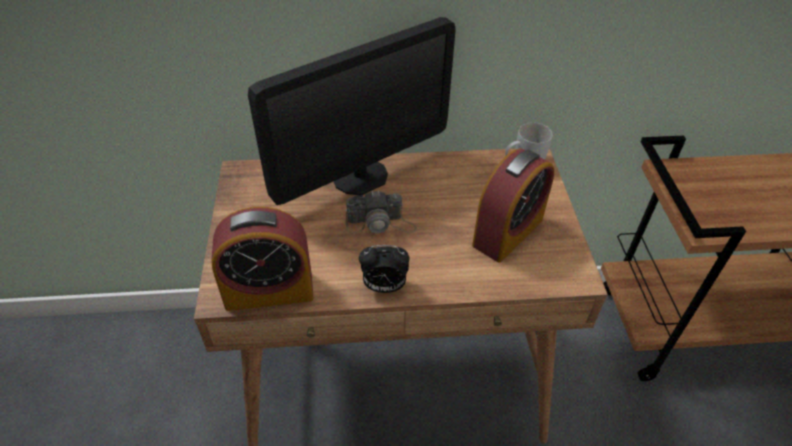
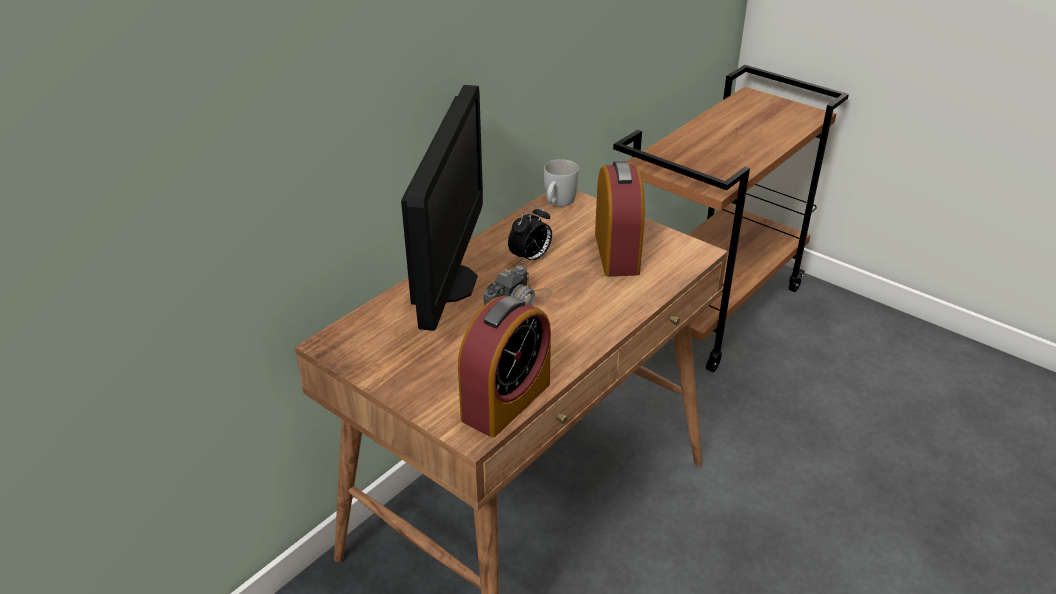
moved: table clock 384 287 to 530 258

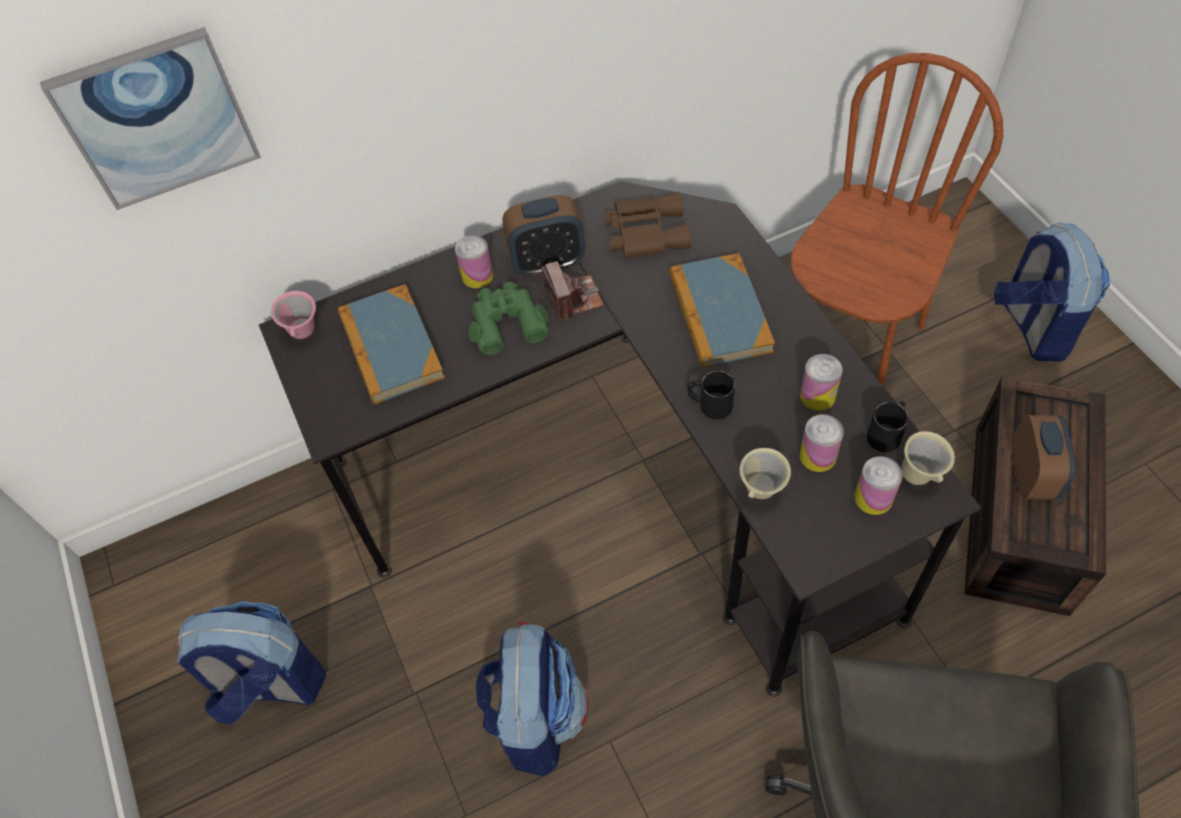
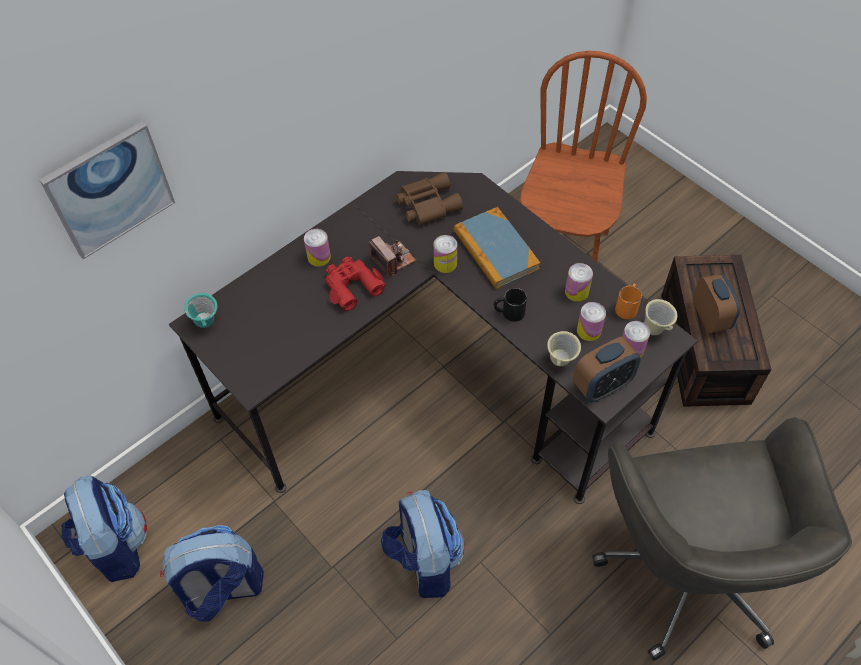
removed: book 391 347
added: metal can 445 263
moved: knapsack 1032 327 to 115 545; table clock 547 261 to 602 385
recoloured: pink-coloured mug 305 334 to blue-green mug 207 323; green-coloured pair of binoculars 506 323 to reddish pair of binoculars 352 286; black mug 887 432 to orange-coloured mug 627 306

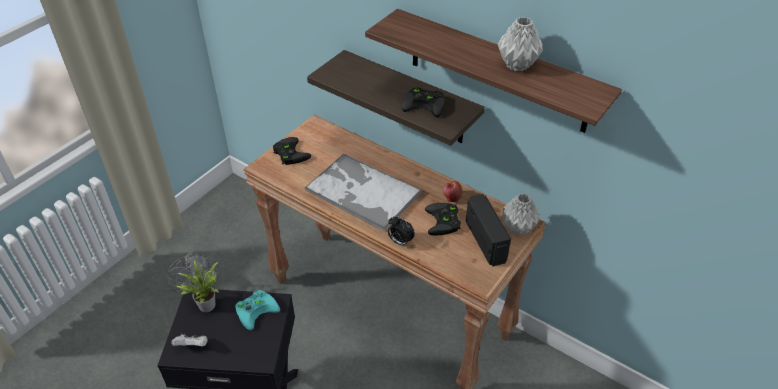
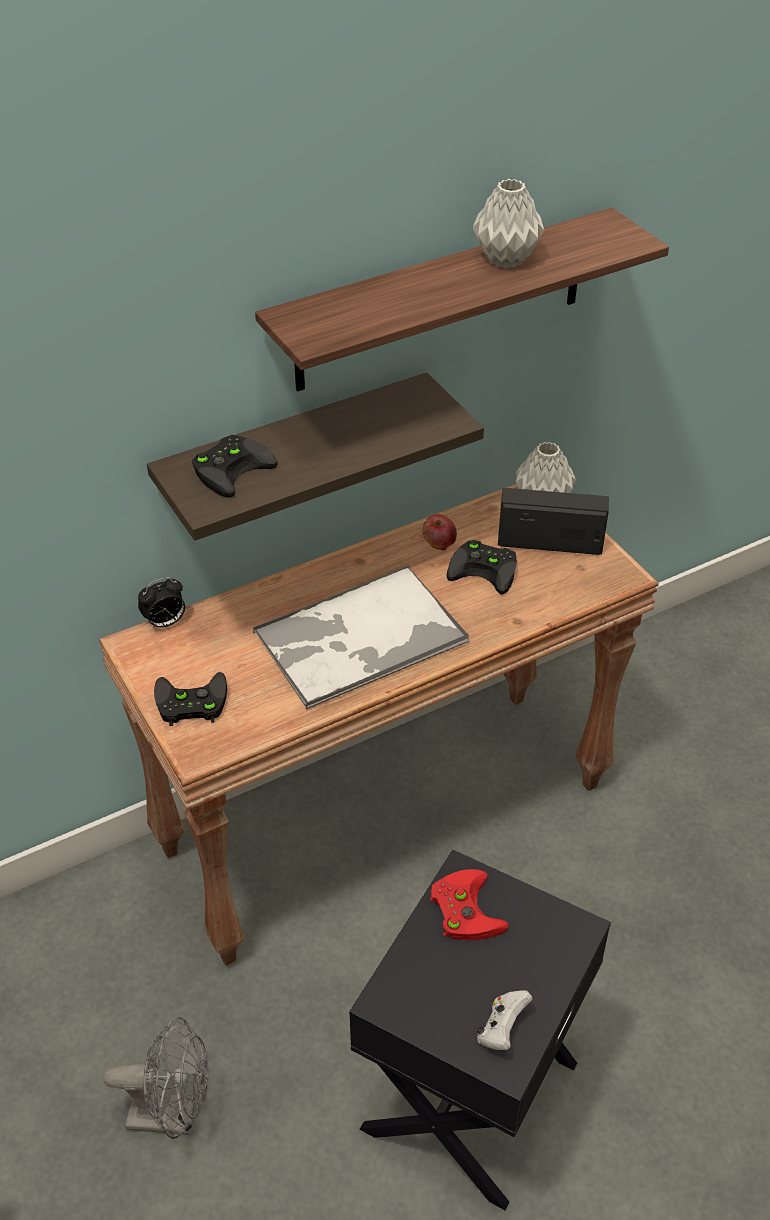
removed: potted plant 205 304
moved: table clock 400 241 to 165 623; black game controller 425 104 to 232 467
recoloured: blue-green game controller 256 309 to reddish game controller 463 908

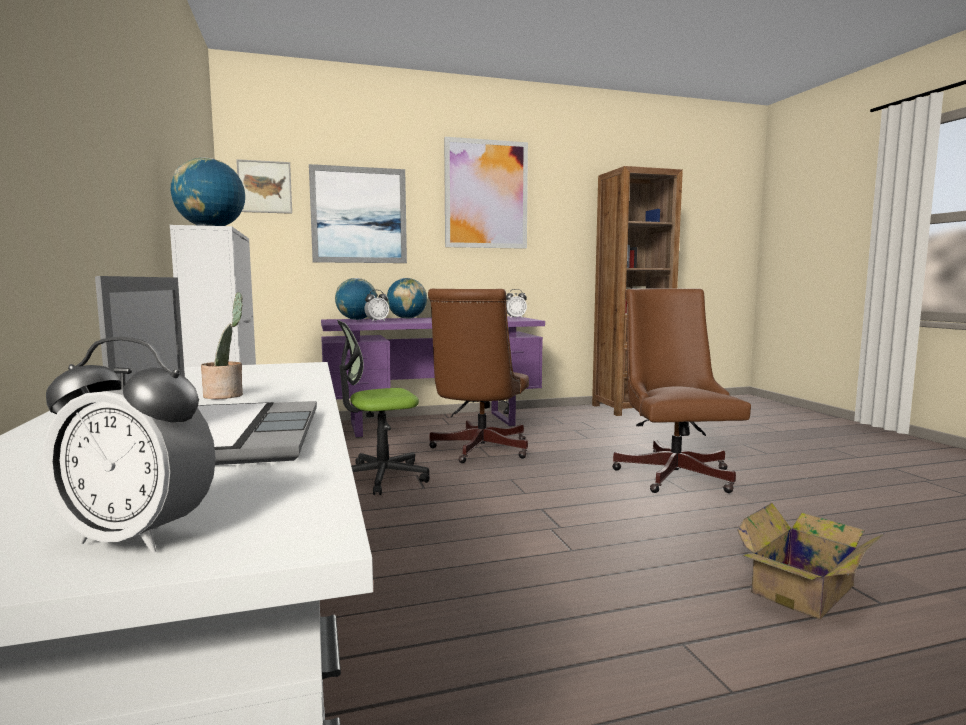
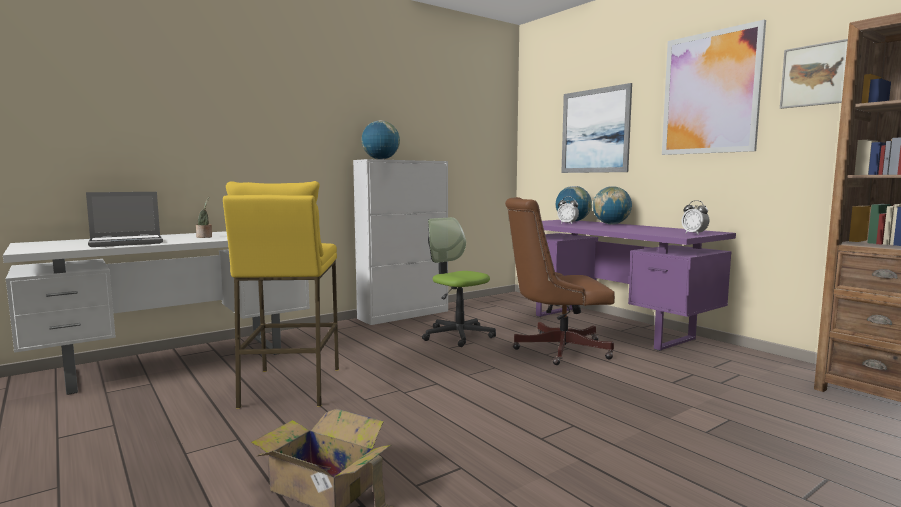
removed: table clock 137 537; brown office chair 673 473
added: yellow stool seat 290 387
moved: wall picture 264 187 to 815 75

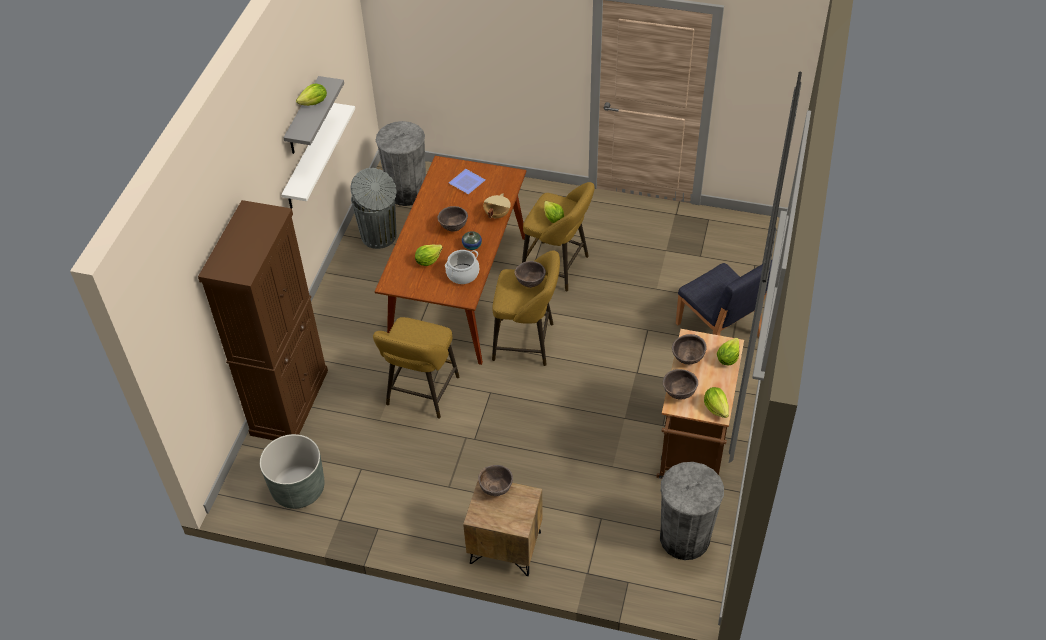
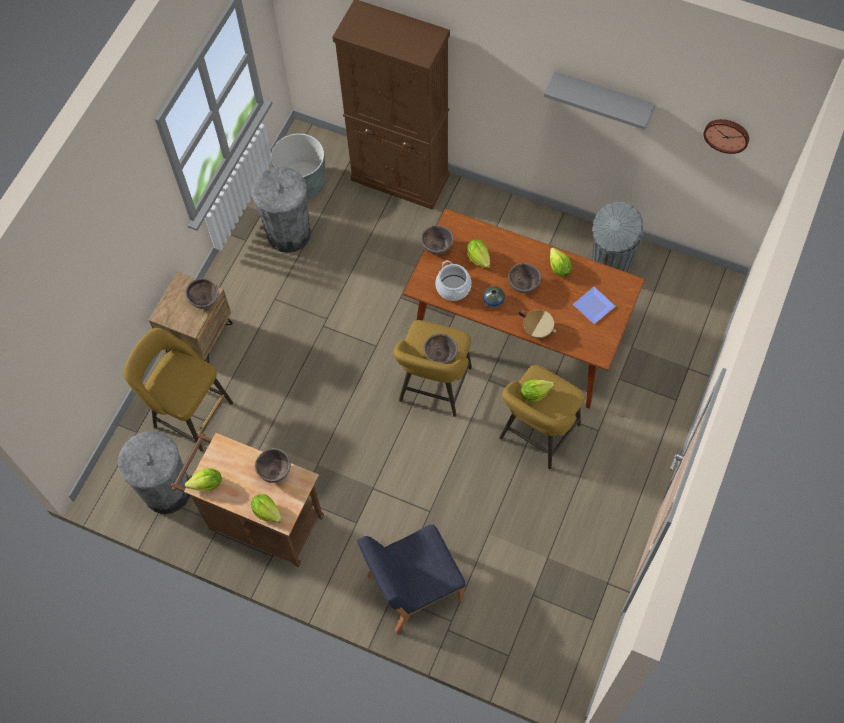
removed: whitish shelf 309 158
added: wall clock 727 134
moved: yellow stool seat 421 394 to 189 413; grey trash can 407 192 to 289 233; brown serving bowl 679 394 to 437 248; lettuce head 314 103 to 559 268

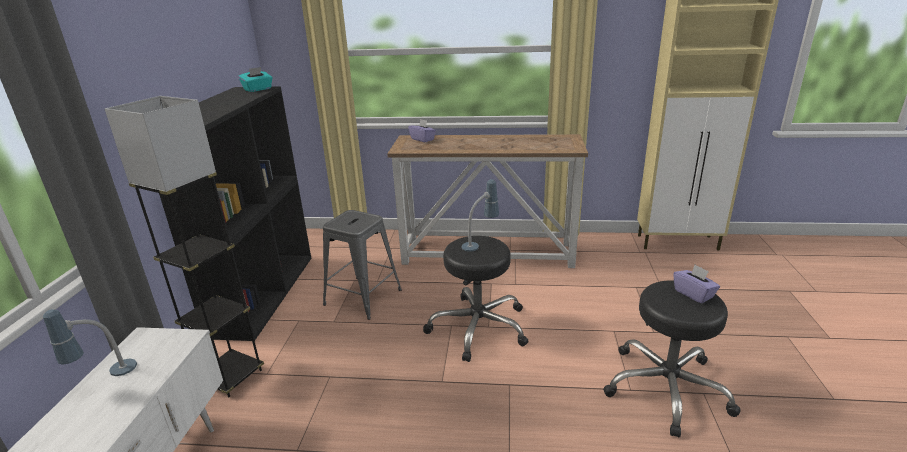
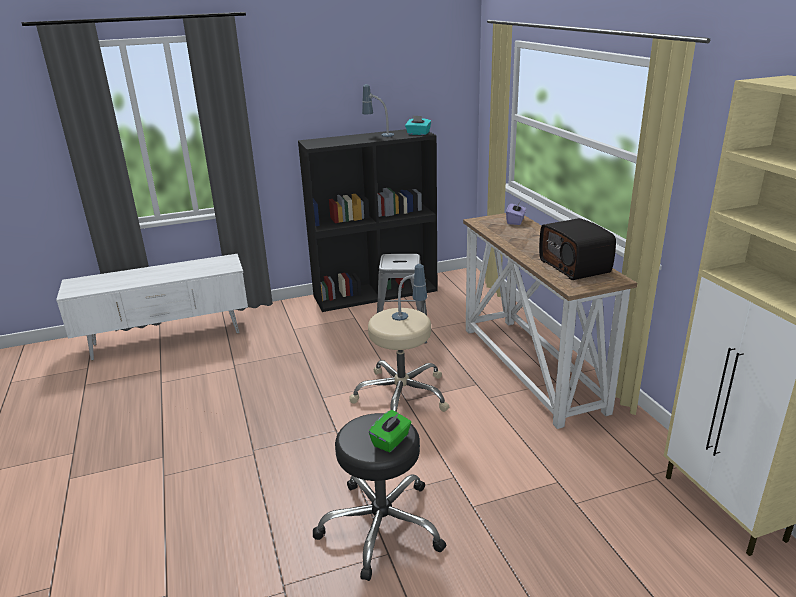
removed: grey floor lamp 231 376
added: radio 575 266
moved: lamp for a table 106 378 to 378 135
recoloured: black stool seat 478 327 to beige-coloured stool seat 401 396; purple-coloured tissue box 693 294 to green-coloured tissue box 391 441

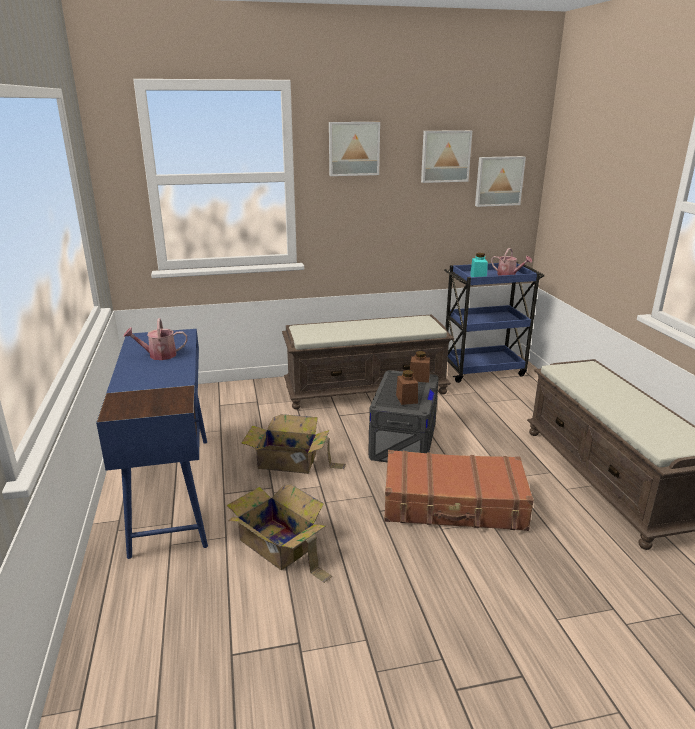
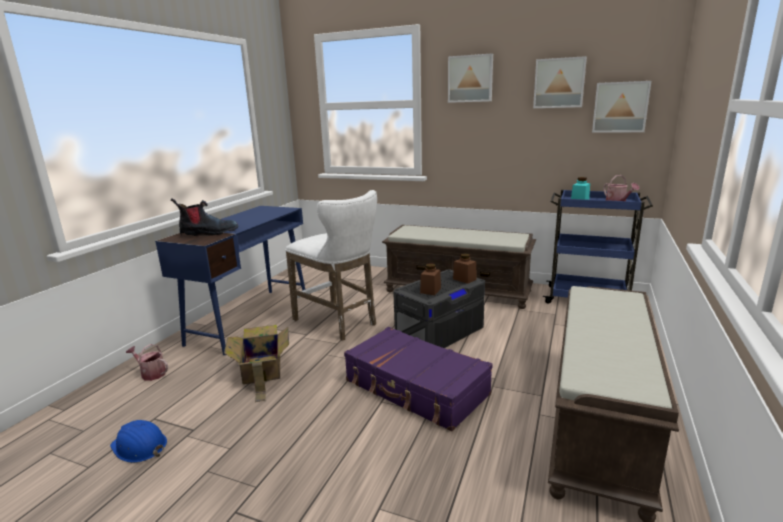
added: blue-coloured safety helmet 139 446; tall boot 208 233
moved: watering pot 158 355 to 151 373
replaced: cardboard box 290 462 to whitish stool seat 338 323
recoloured: brown suitcase 454 504 to purple-coloured suitcase 416 388

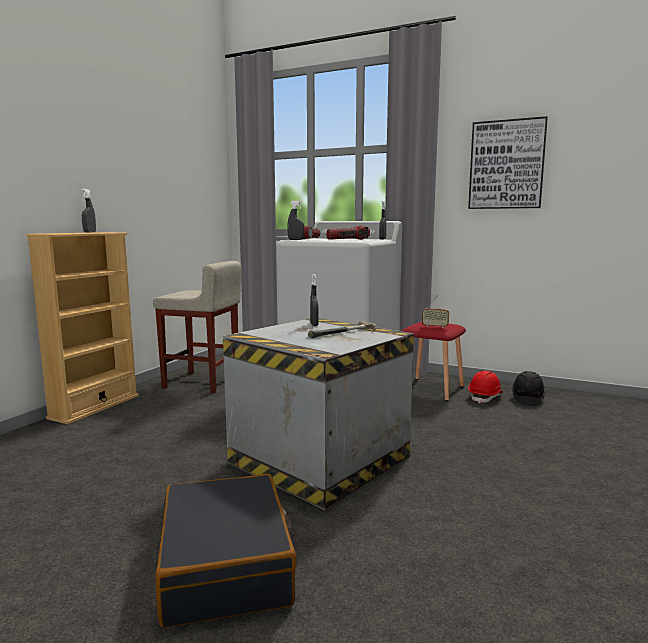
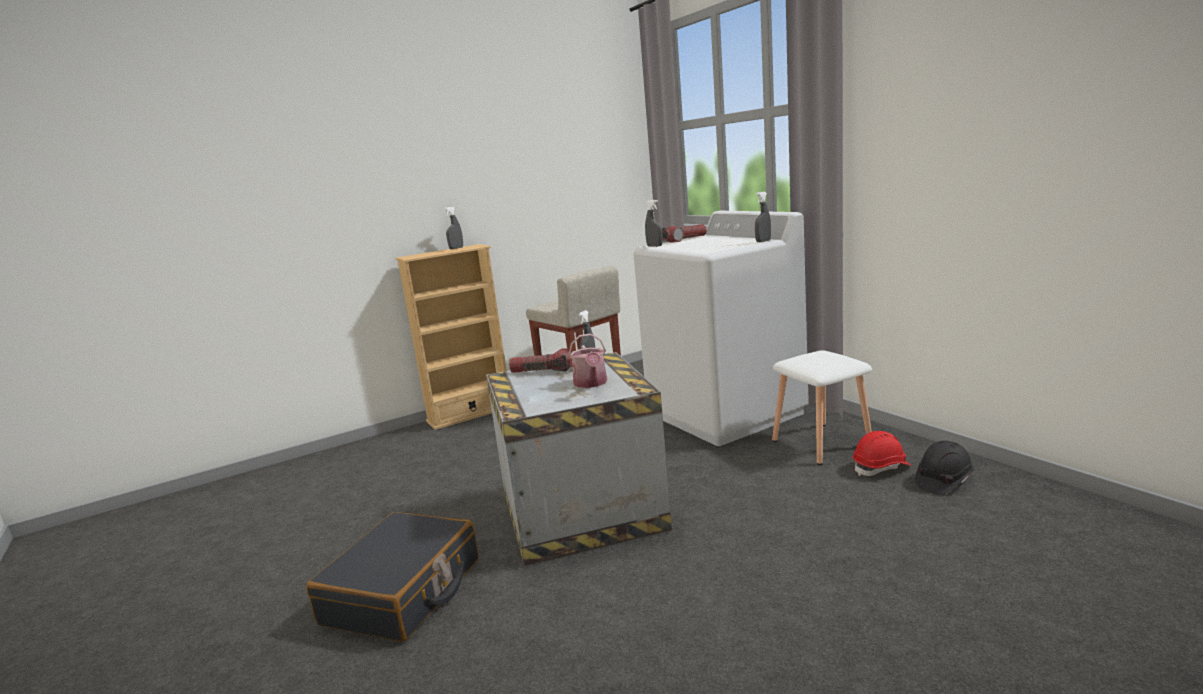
removed: radio 435 326; wall picture 506 165
moved: hand torch 348 240 to 543 371
replaced: tool hammer 345 333 to watering pot 591 383
recoloured: reddish stool seat 432 389 to whitish stool seat 823 443

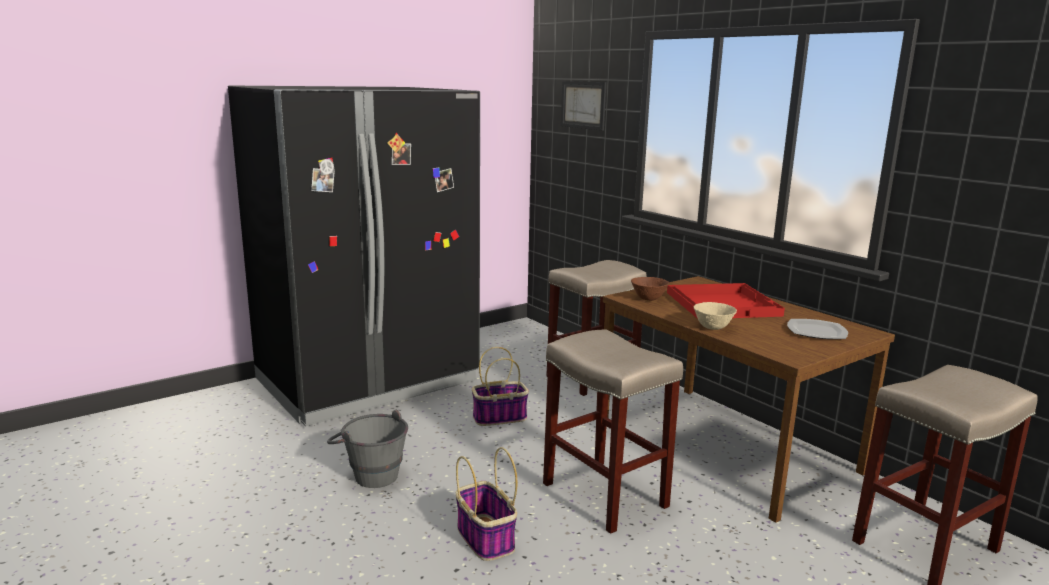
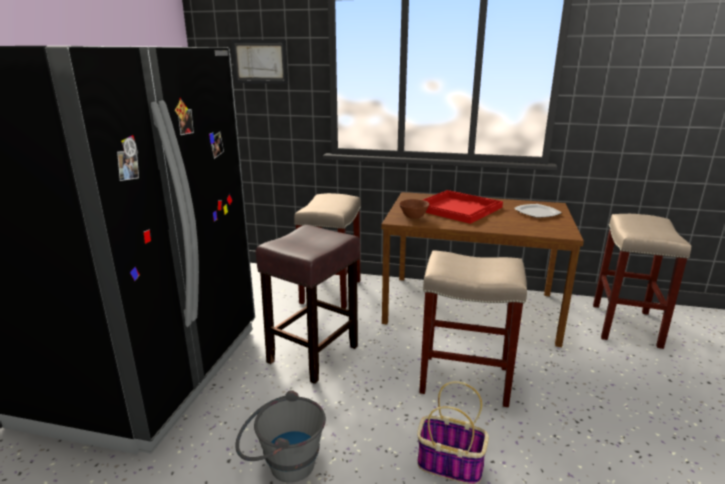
removed: beige-coloured serving bowl 713 328
replaced: basket 500 417 to brown stool seat 314 353

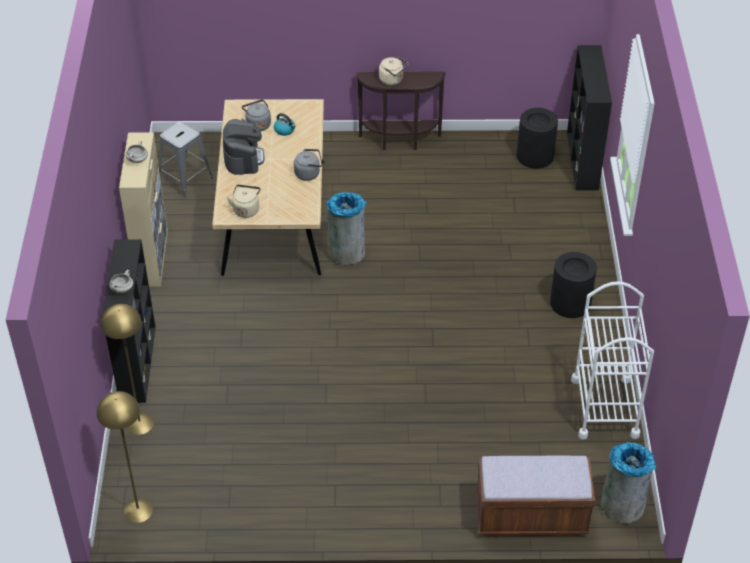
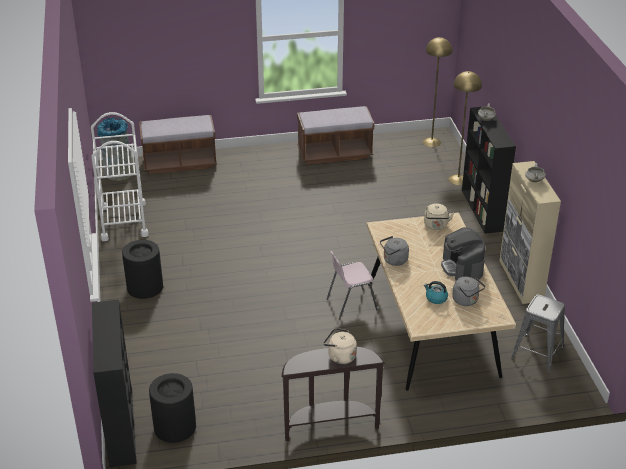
added: brown bench 334 153
replaced: grey trash can 347 253 to pink-coloured upright chair 350 304

